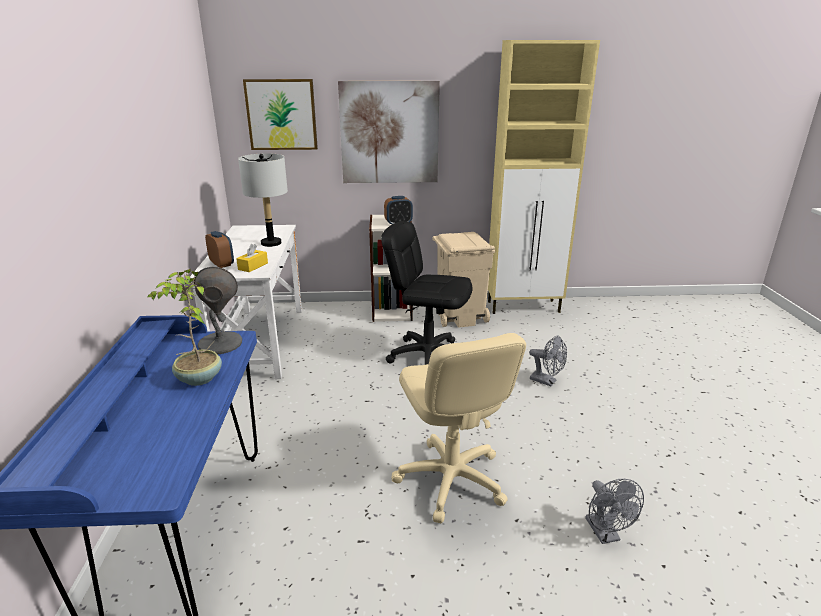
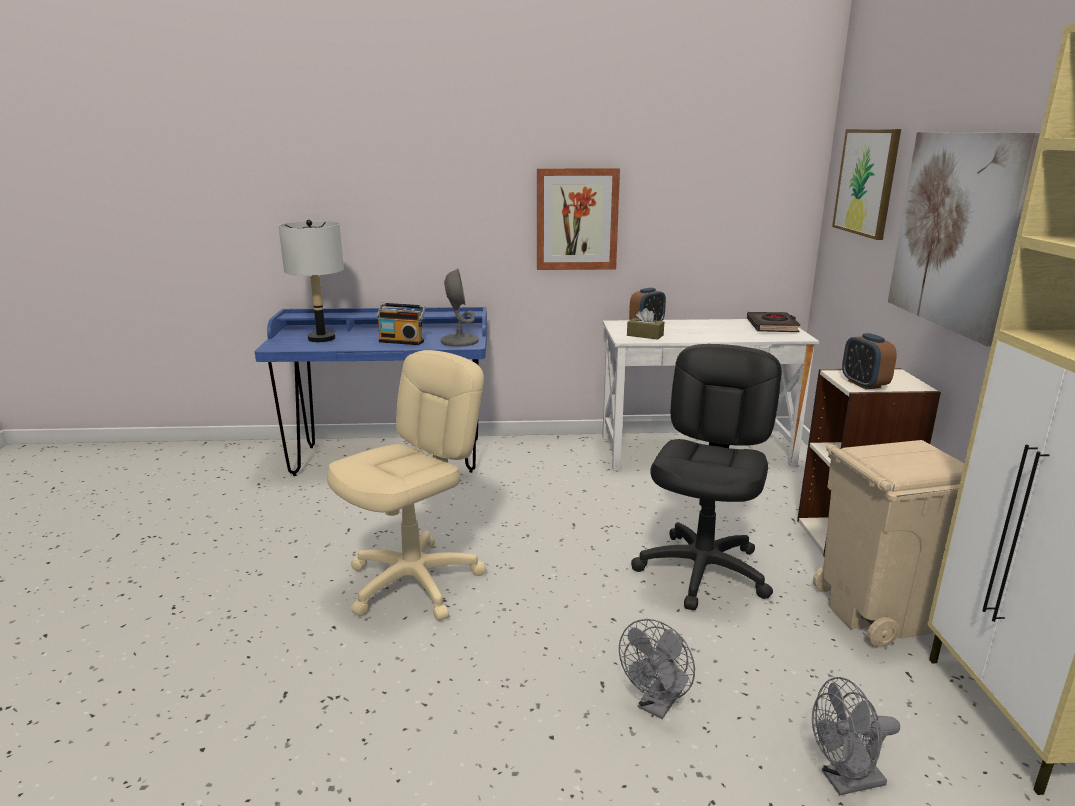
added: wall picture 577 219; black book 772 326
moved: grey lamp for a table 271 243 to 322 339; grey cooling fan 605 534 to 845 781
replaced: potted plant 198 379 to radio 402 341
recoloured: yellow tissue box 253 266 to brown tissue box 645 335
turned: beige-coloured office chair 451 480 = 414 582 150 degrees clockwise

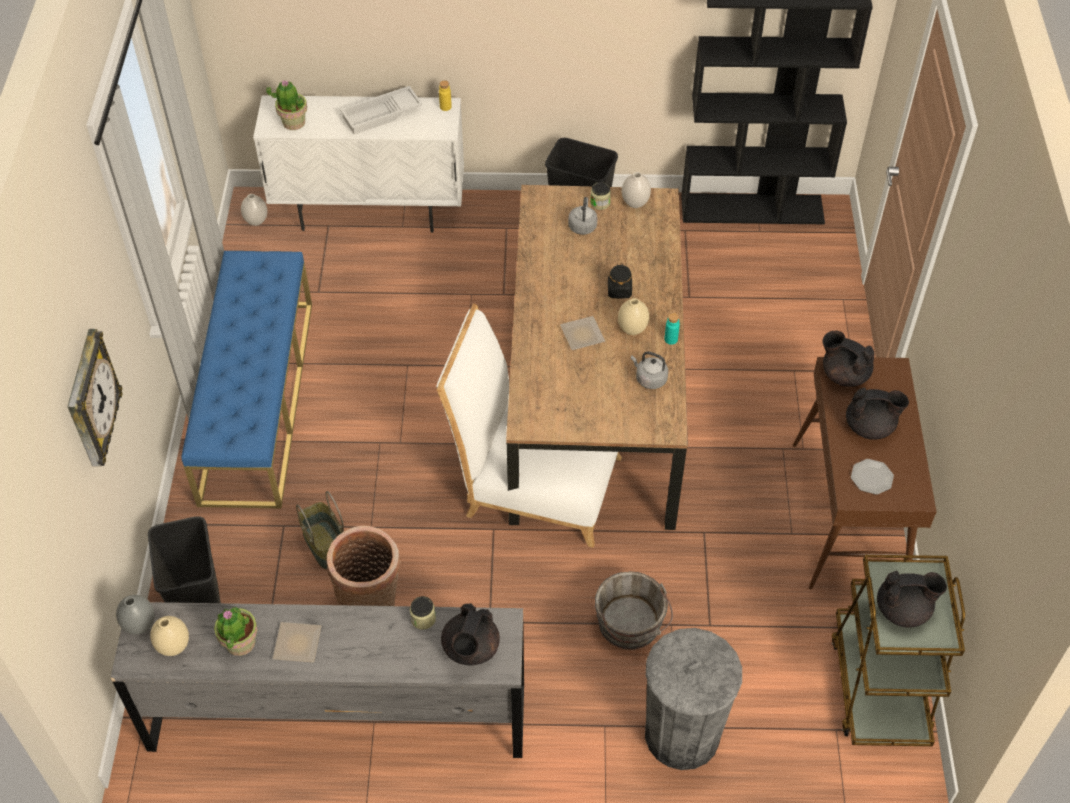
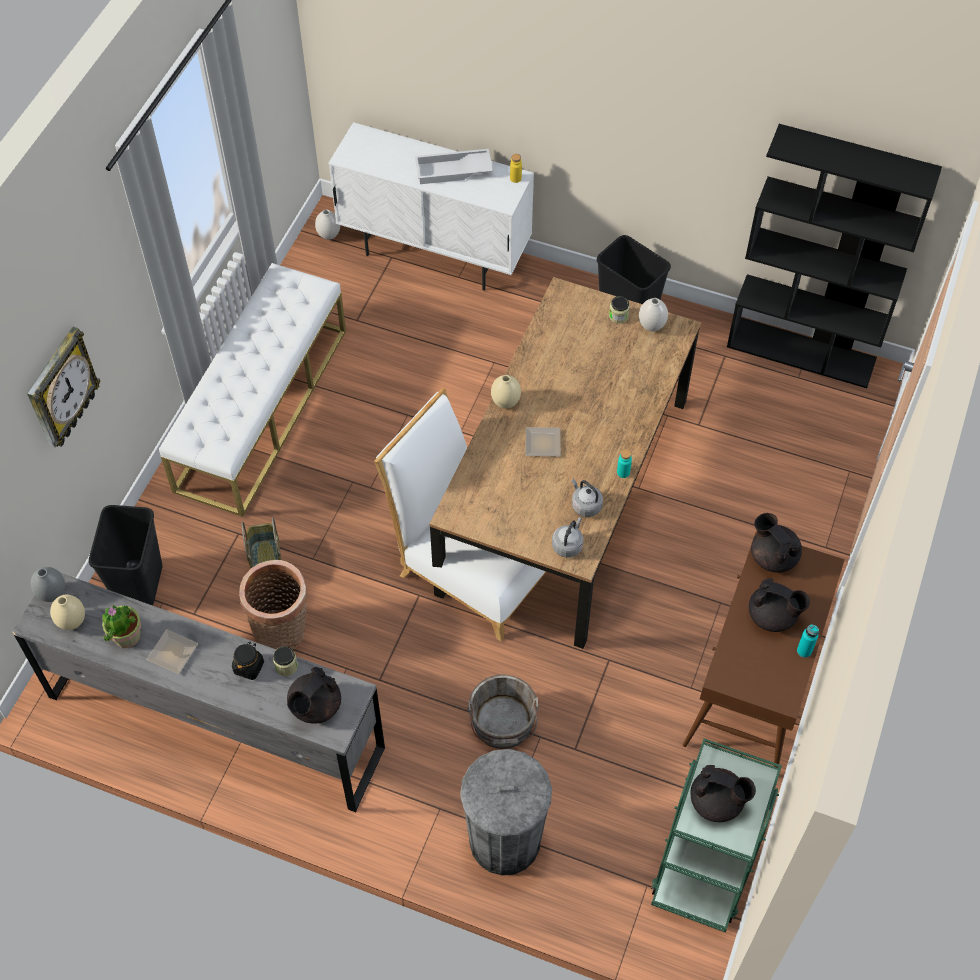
removed: potted plant 293 122; flat dish 871 477
added: blue-green bottle 804 651
moved: black storage jar 619 290 to 249 667; beige-coloured flower vase 632 329 to 505 402; grey water kettle 582 226 to 568 545
recoloured: blue-coloured bench 257 400 to whitish bench 262 408; brown cart 879 686 to green-coloured cart 706 859

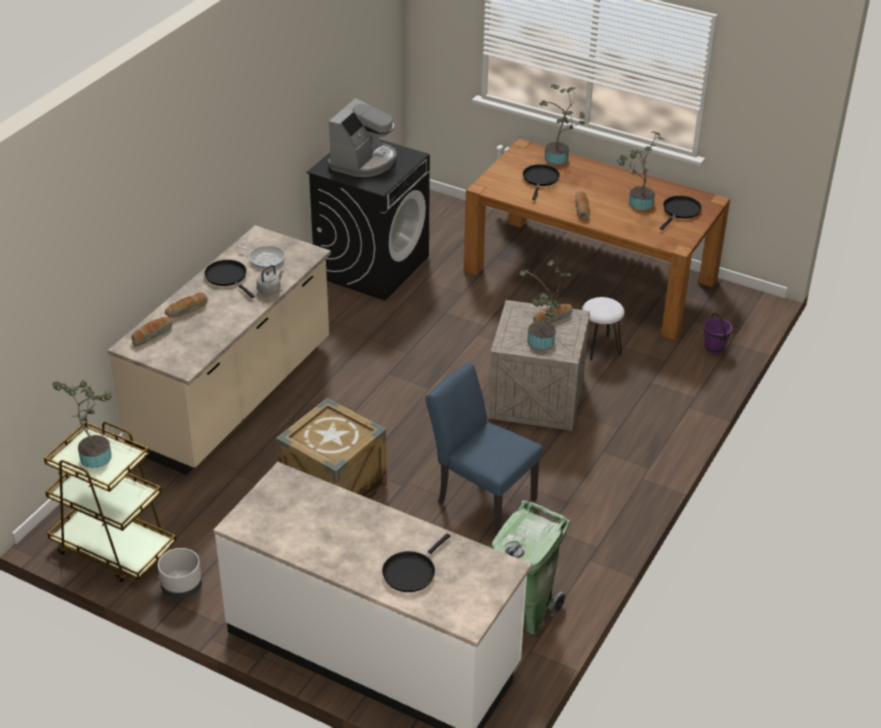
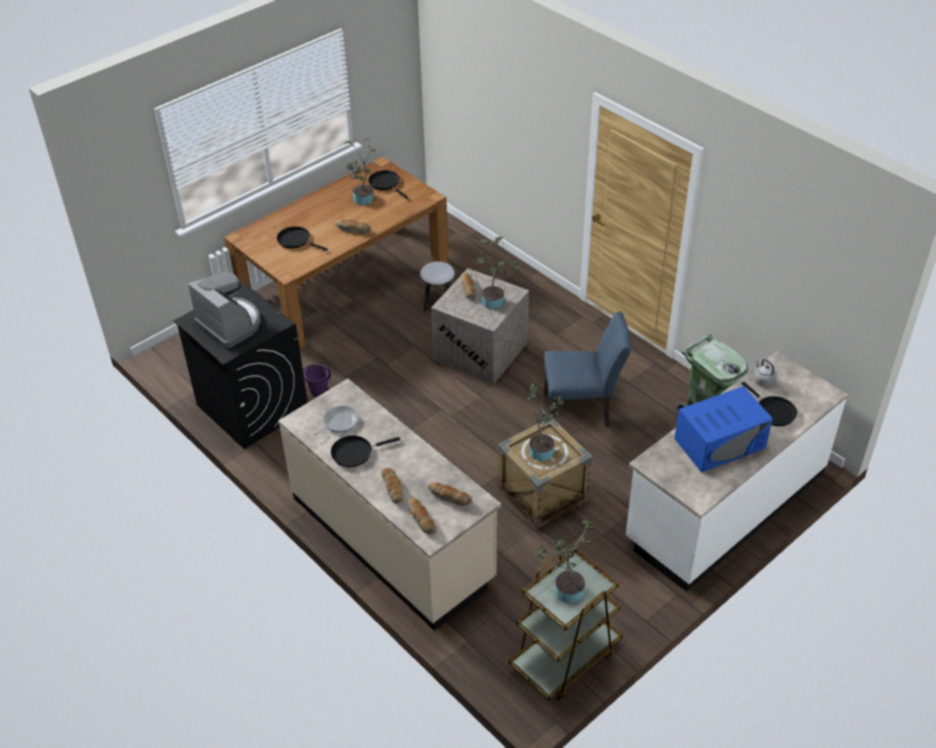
removed: grey planter 181 588
added: bakery bread 449 497; blue-coloured kitchen microwave 720 443
moved: purple-coloured pail 714 348 to 318 390; potted plant 559 159 to 543 449; grey water kettle 270 289 to 763 380
turned: blue-coloured upright chair 481 497 = 582 410 150 degrees counterclockwise

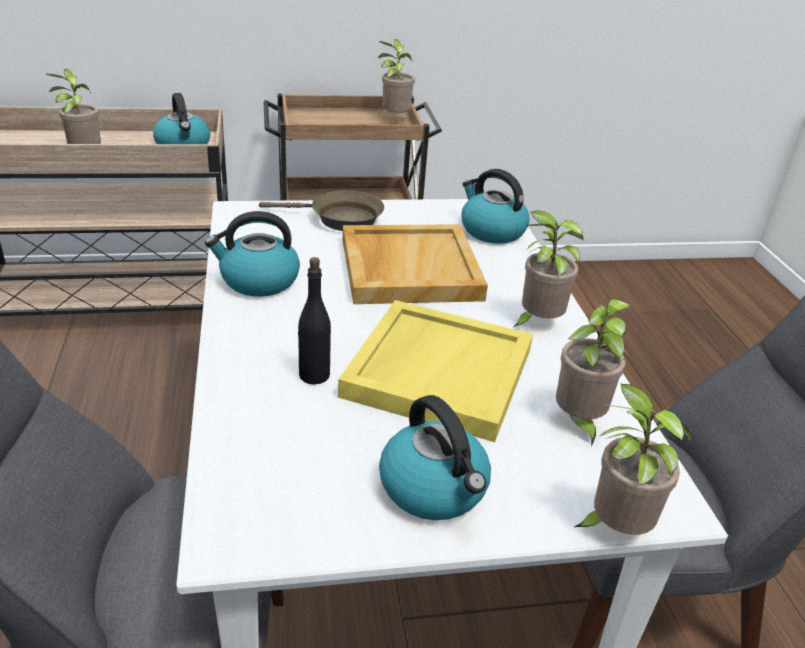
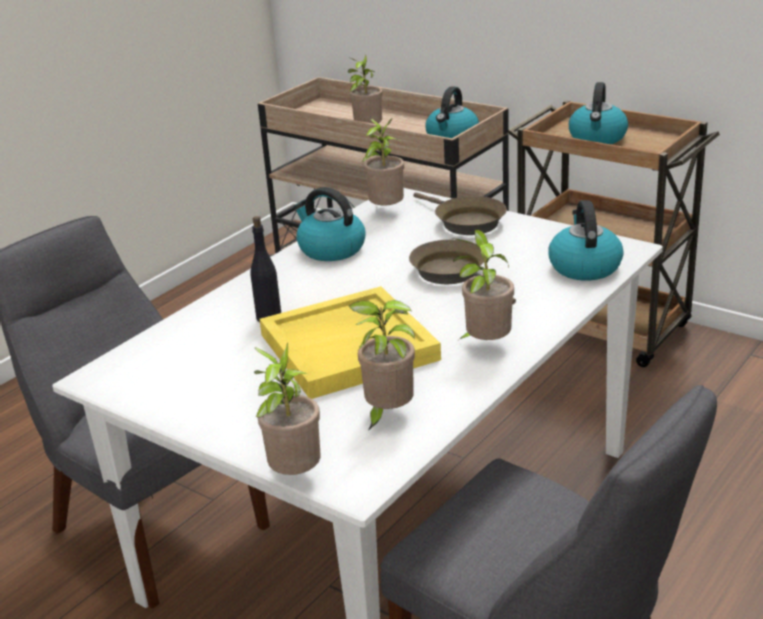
moved: potted plant 394 119 to 386 211; water kettle 434 488 to 598 138
replaced: beige-coloured carrying tray 408 268 to brown skillet 454 273

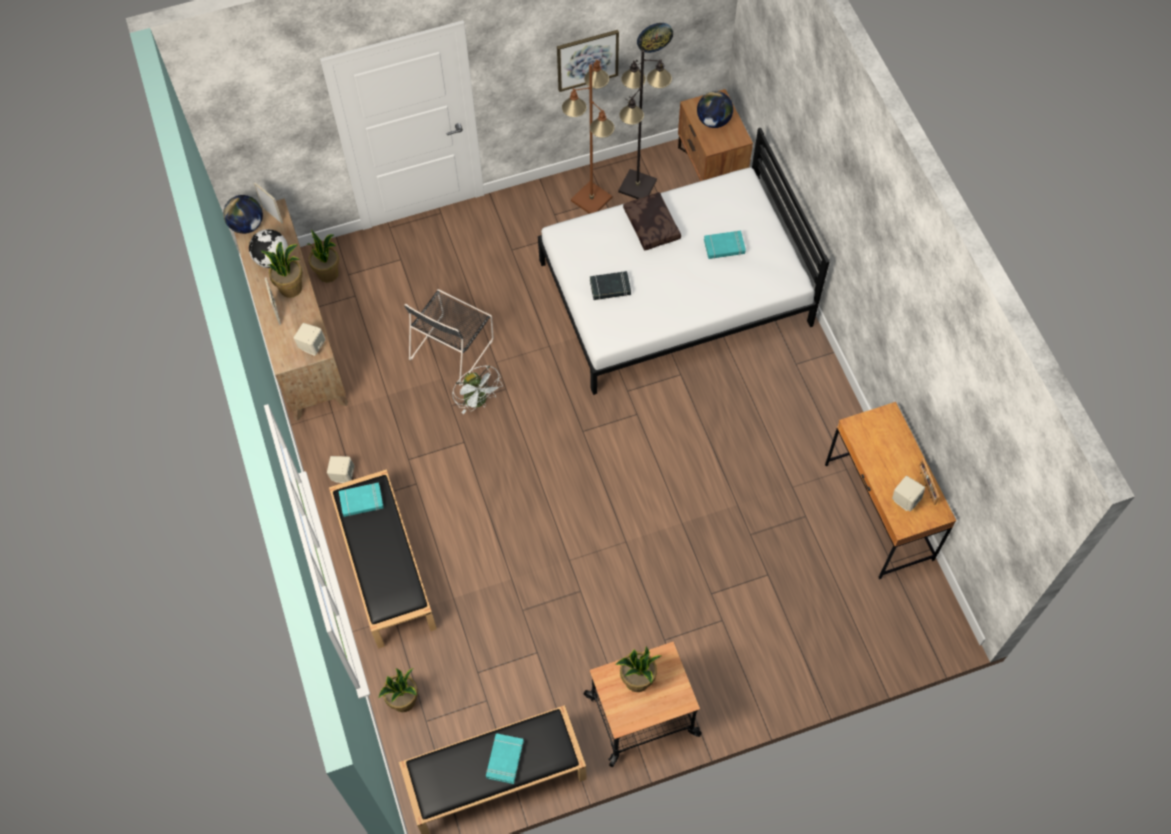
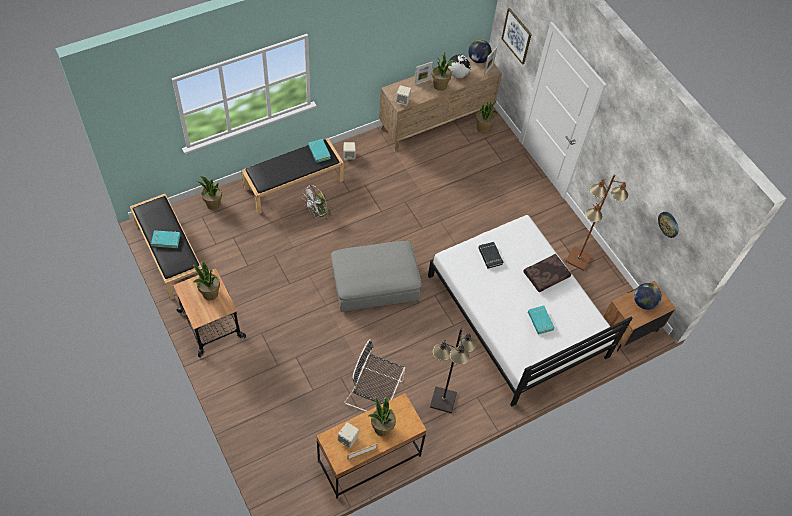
added: grey pouffe 375 284; potted plant 382 428
moved: whitish cooling fan 479 401 to 317 213; black upright chair 453 347 to 375 393; black floor lamp 637 186 to 443 400; wall picture 587 59 to 517 36

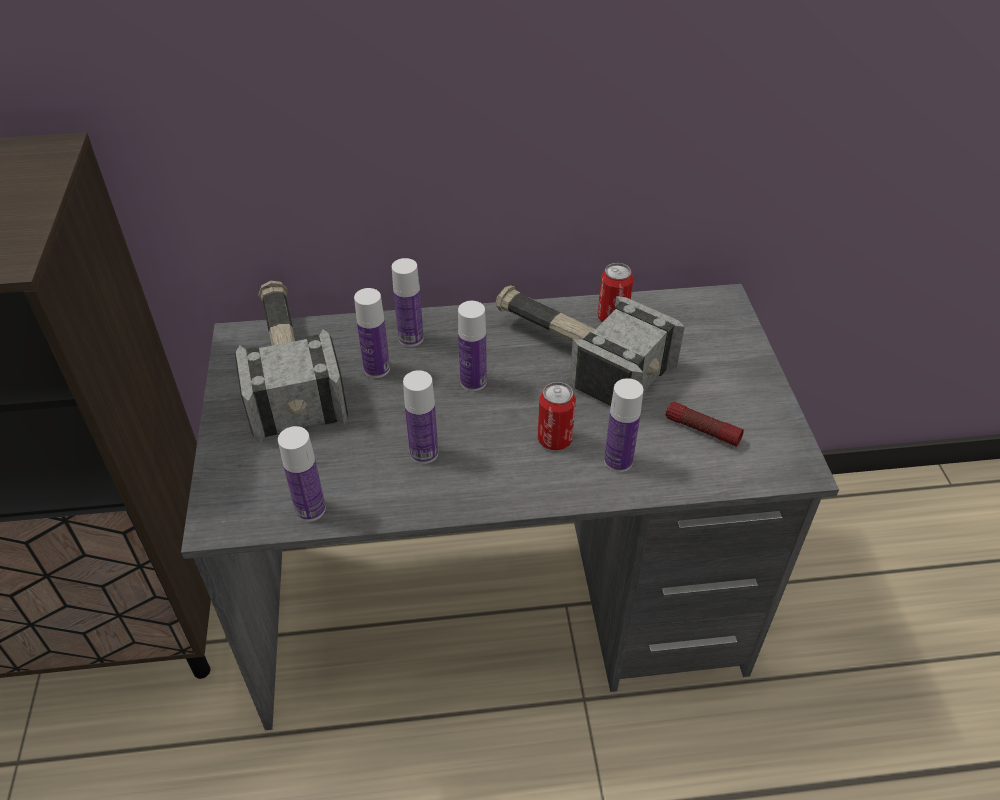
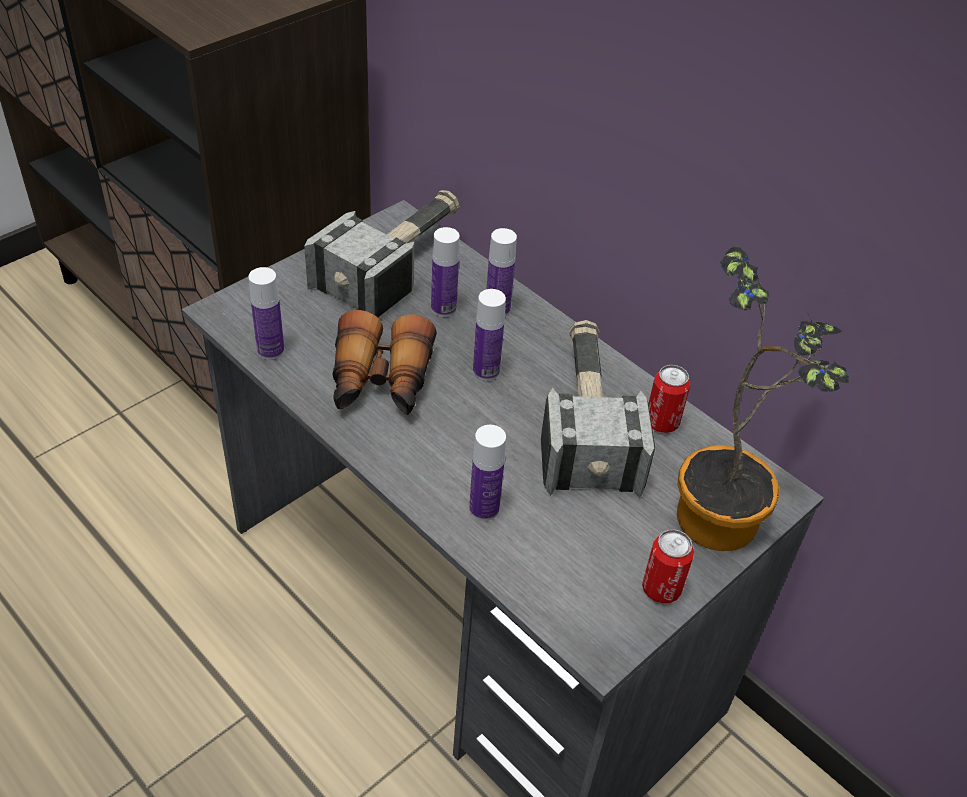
removed: hand torch 702 430
added: potted plant 726 513
moved: metal can 555 439 to 661 589
replaced: bottle 424 453 to pair of binoculars 380 382

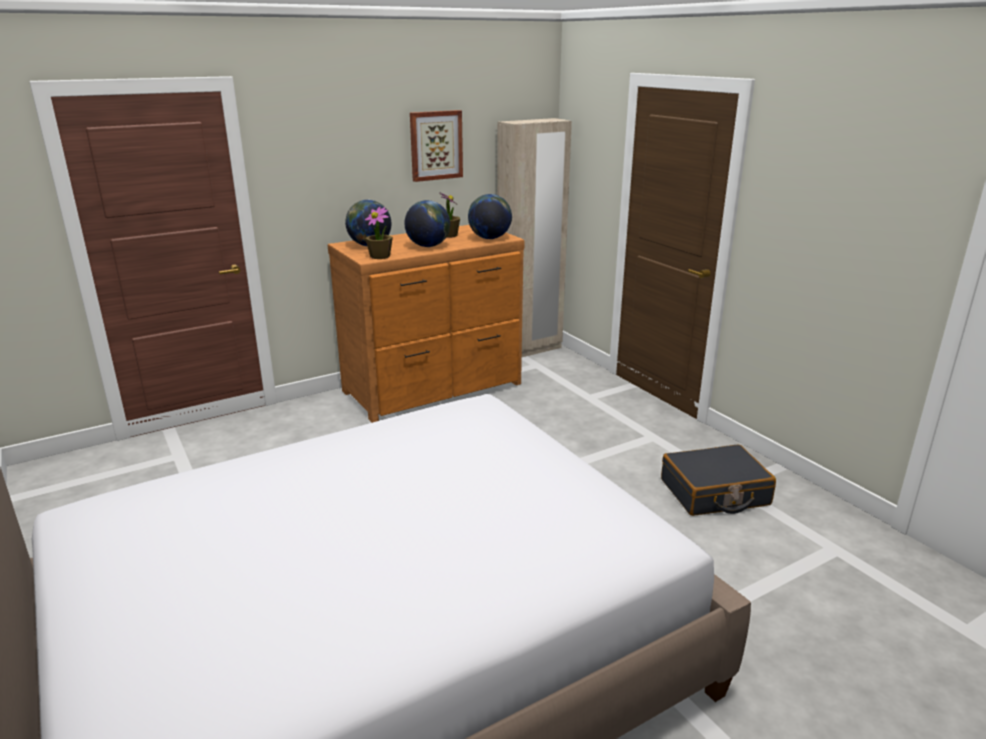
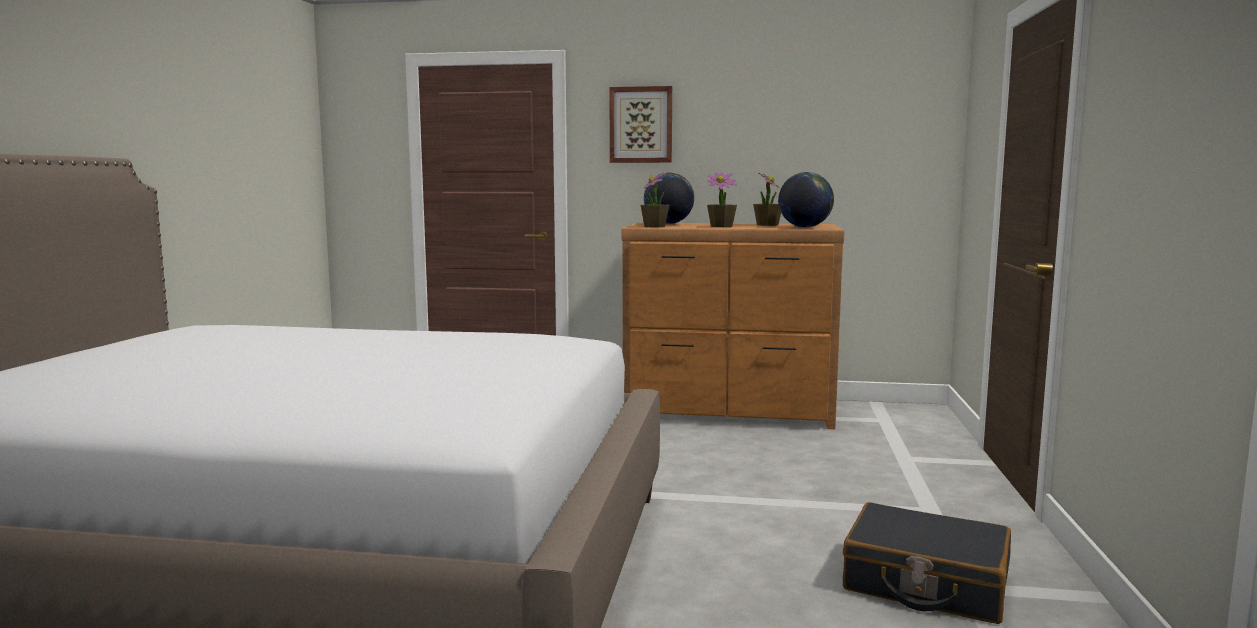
removed: beige-coloured clothes cupboard 529 350
moved: wall picture 435 145 to 641 125
replaced: world globe 428 246 to potted plant 721 226

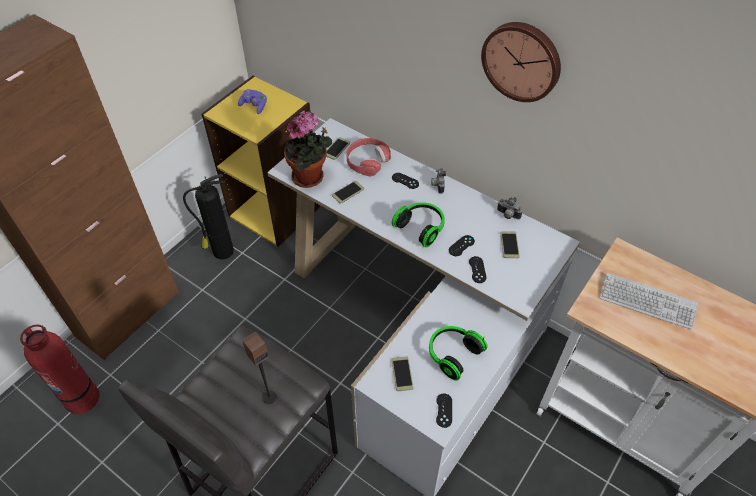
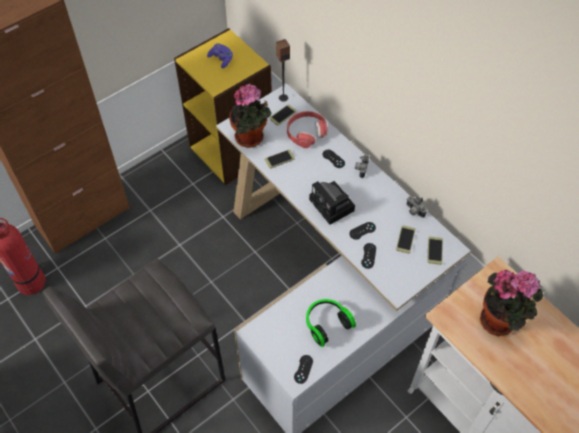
removed: extinguisher 222 252; wall clock 522 60
moved: loudspeaker 269 397 to 283 97; handset 402 374 to 435 250
replaced: headset 421 227 to still camera 333 206; PC keyboard 647 302 to potted plant 500 321

